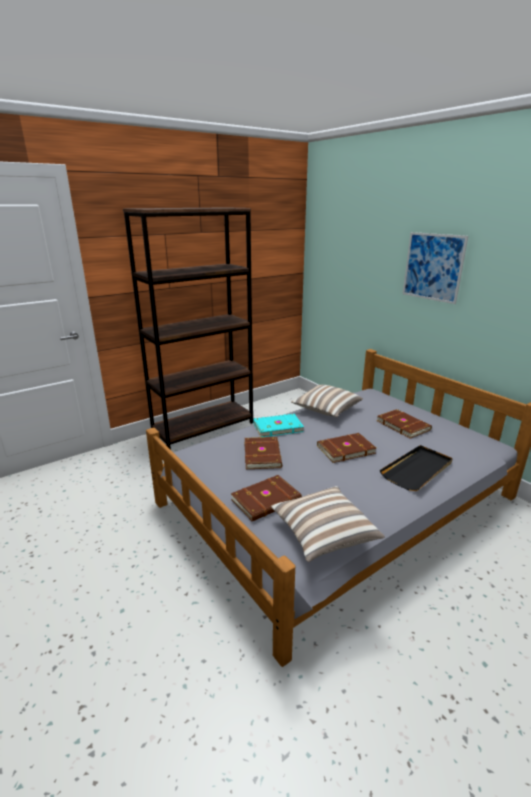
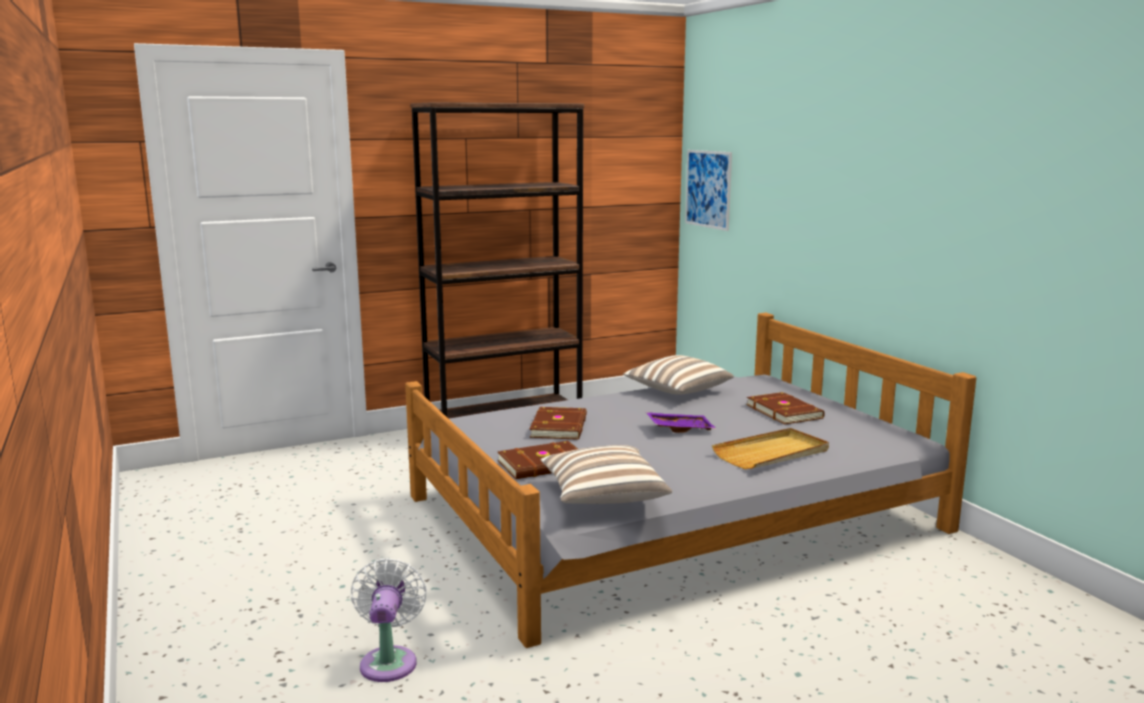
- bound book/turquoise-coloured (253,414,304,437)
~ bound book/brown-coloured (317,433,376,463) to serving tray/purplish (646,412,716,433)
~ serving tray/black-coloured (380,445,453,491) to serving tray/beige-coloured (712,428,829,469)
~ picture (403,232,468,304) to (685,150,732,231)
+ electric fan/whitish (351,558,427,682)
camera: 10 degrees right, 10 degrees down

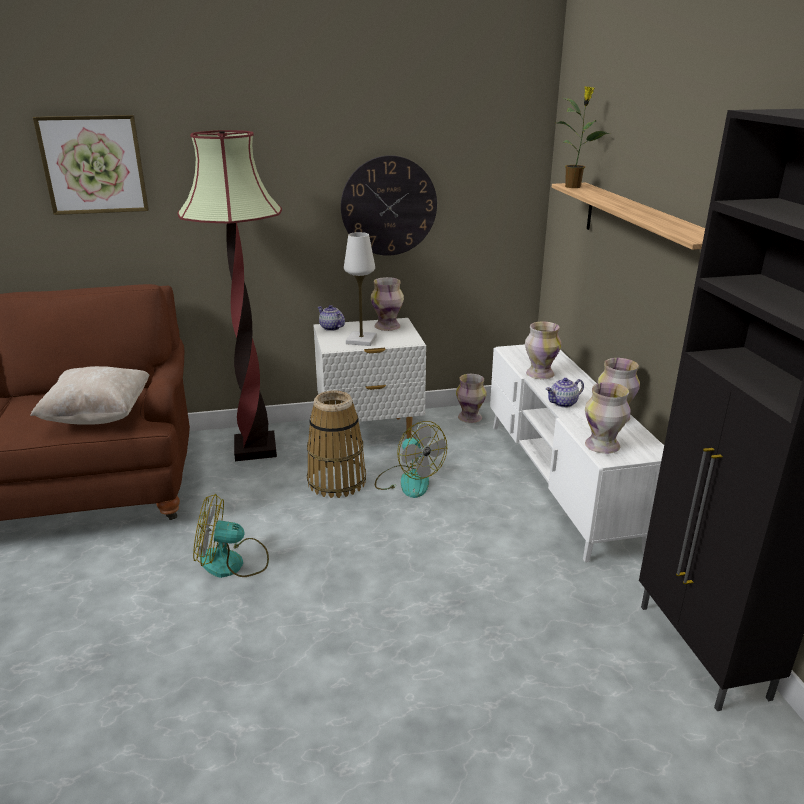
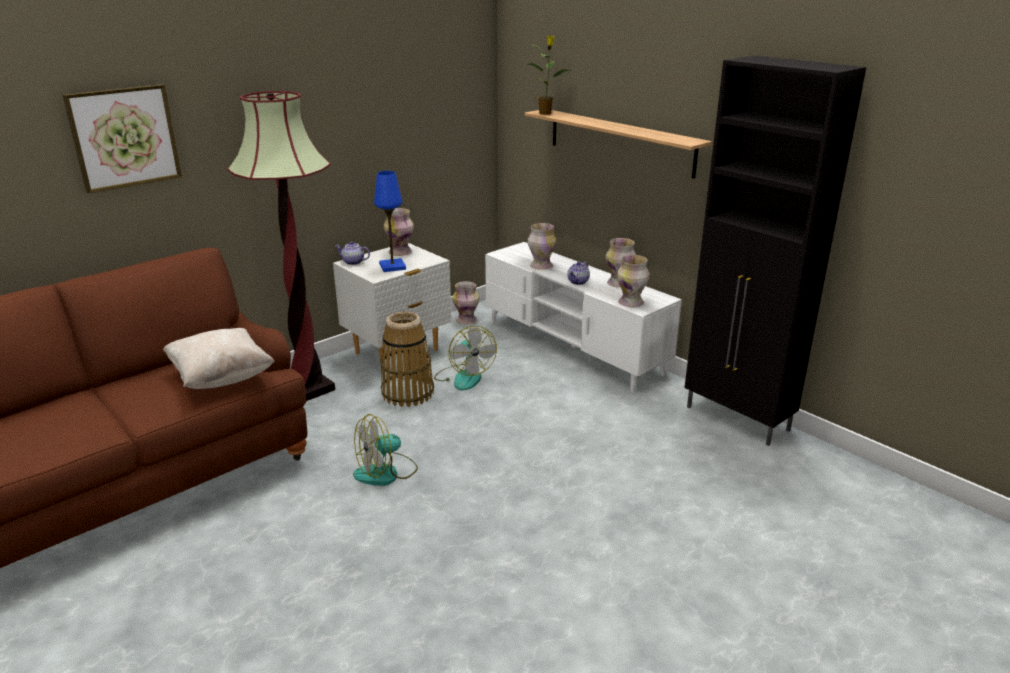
- clock on the wall (341,155,437,256)
~ table lamp/whitish (344,232,377,346) to table lamp/bluish (374,171,406,272)
~ electric fan (375,421,447,498) = (434,326,497,391) 45 degrees clockwise
camera: 30 degrees left, 0 degrees up

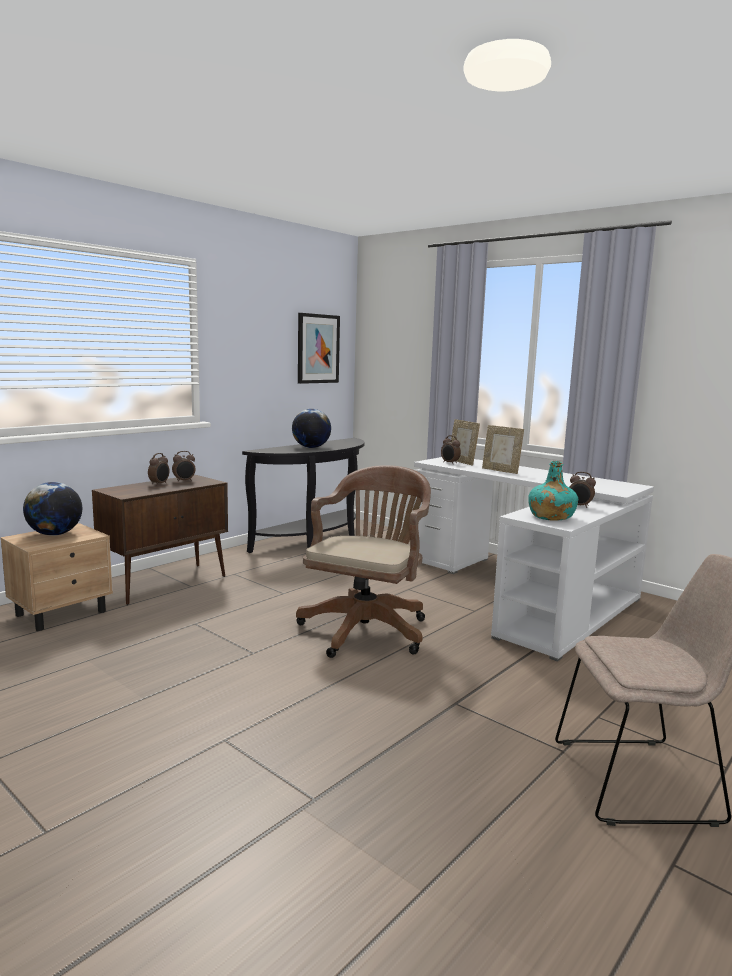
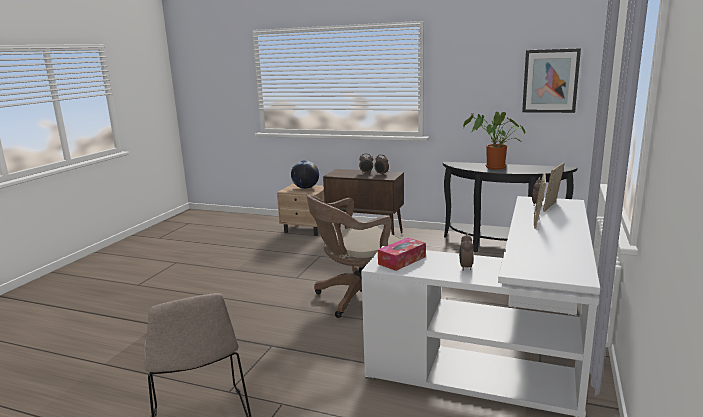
~ desk globe (292,409,331,448) to plant in a pot (463,112,525,170)
~ office chair/brown-coloured (296,465,431,658) = (306,194,402,318) 150 degrees clockwise
~ drink bottle/turquoise-coloured (528,461,578,521) to box of tissues (378,238,426,271)
camera: 70 degrees right, 5 degrees up

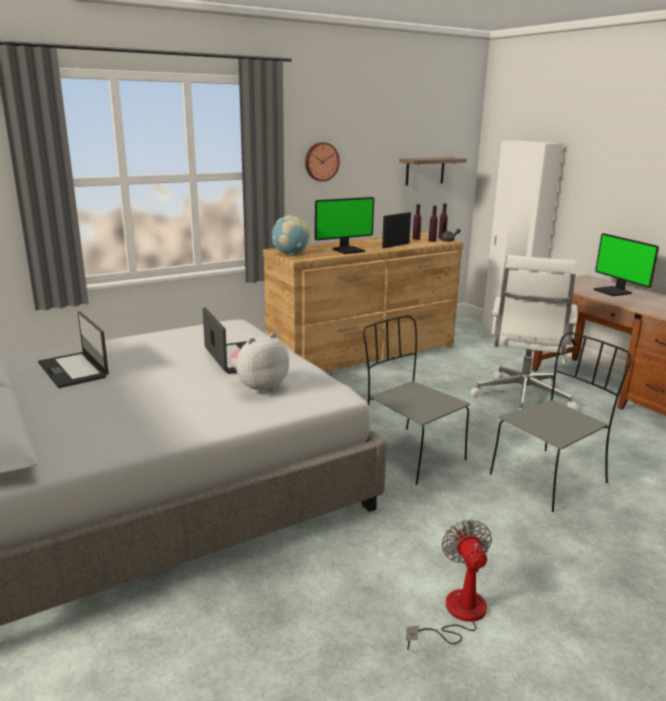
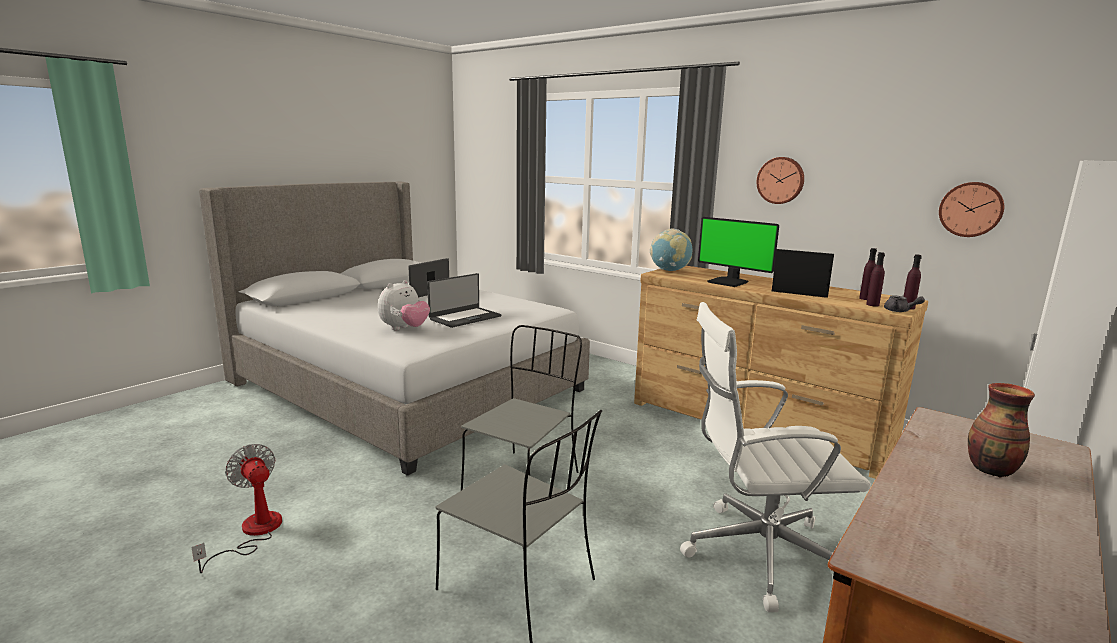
~ soft toy (230,333,289,394) = (378,280,430,330) 90 degrees clockwise
~ shelf (399,157,467,186) to clock on the wall (939,182,1004,237)
~ electric fan (406,519,492,650) = (191,444,282,573) 105 degrees counterclockwise
~ monitor (593,233,659,296) to decorative vase (968,383,1035,478)
camera: 70 degrees right, 5 degrees down

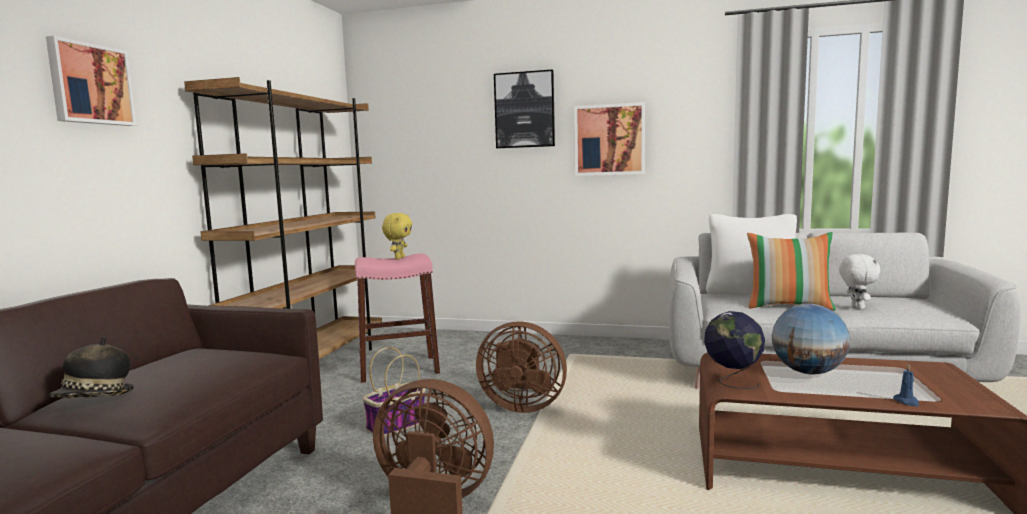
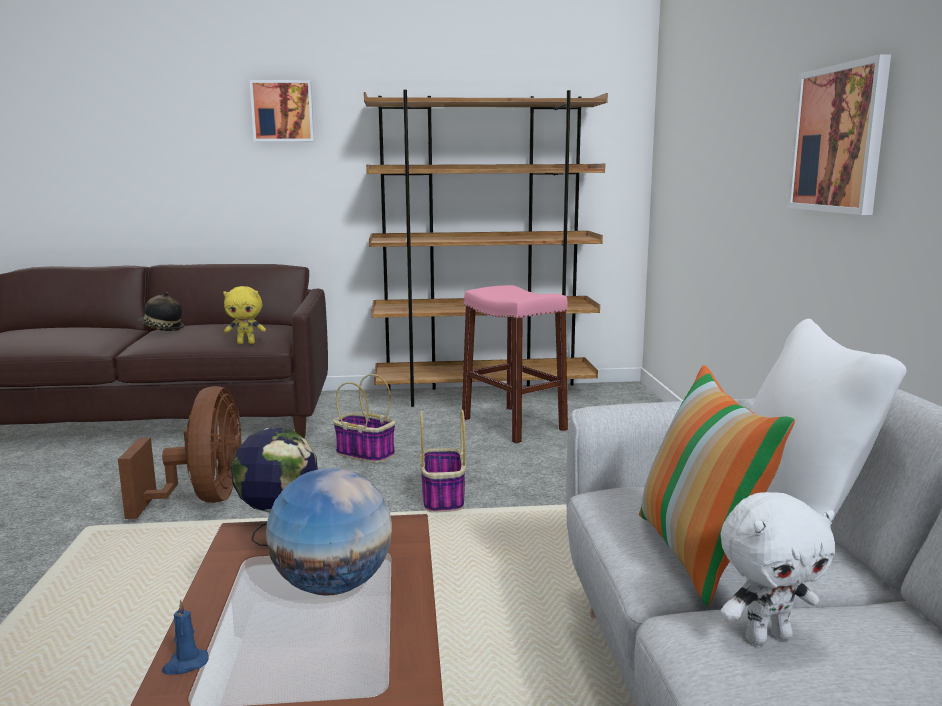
~ soft toy/yellow (382,213,412,259) to (223,286,266,344)
~ electric fan/brown-coloured (476,321,567,413) to household basket (420,410,466,513)
- picture (494,70,555,148)
camera: 70 degrees right, 5 degrees up

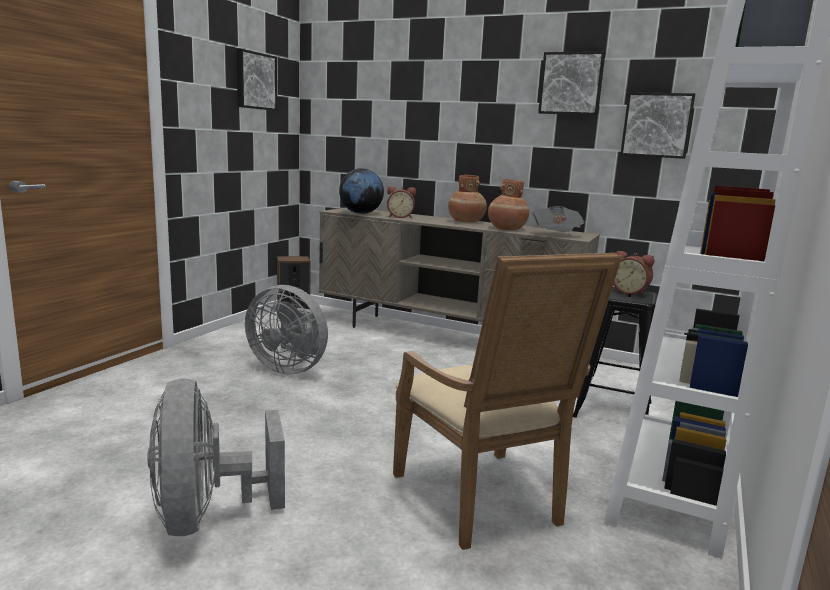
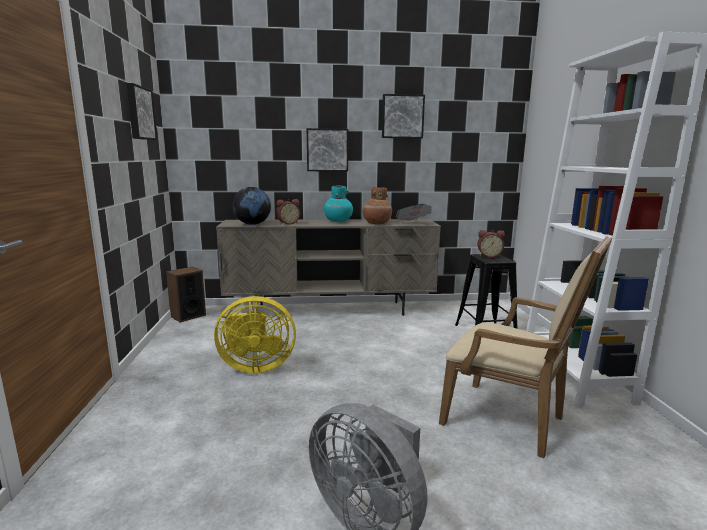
~ electric fan/grey (245,285,328,375) to electric fan/yellow (214,296,296,373)
~ decorative vase/brown-coloured (448,175,487,222) to decorative vase/turquoise-coloured (324,186,353,222)
~ picture (620,92,695,159) to (307,128,348,172)
camera: 30 degrees left, 0 degrees up

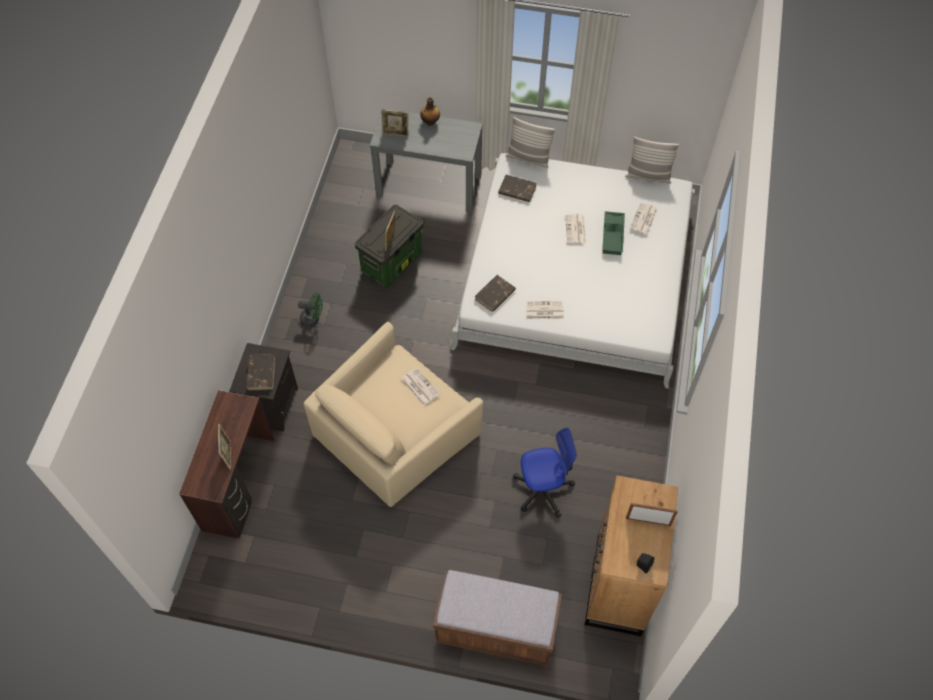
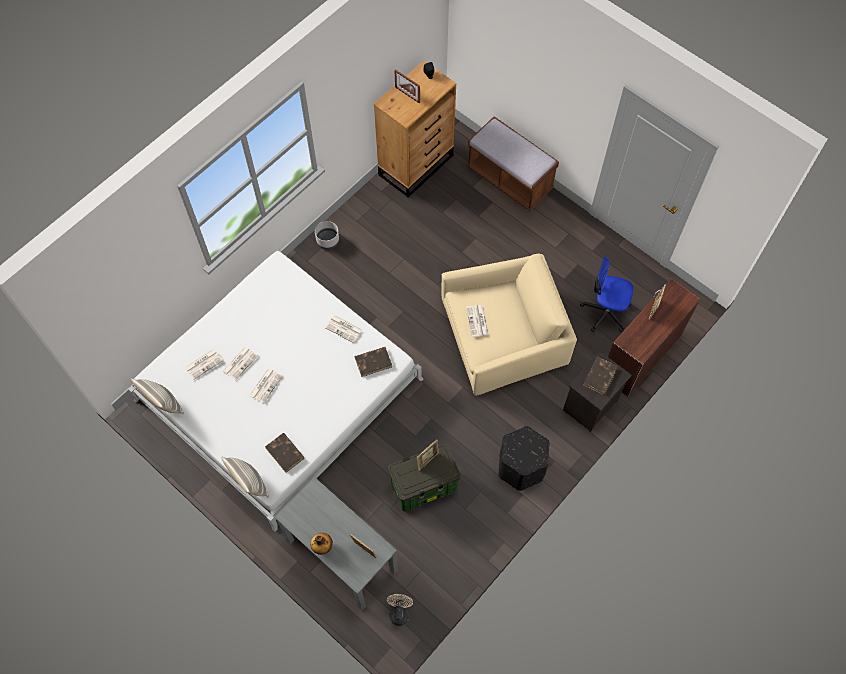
~ electric fan/greenish (298,293,323,326) to pouffe/black-coloured (499,426,549,491)
~ office chair (513,428,577,518) to (580,256,633,333)
~ serving tray/greenish (602,211,625,255) to daily paper (223,347,258,381)
+ planter/grey (315,221,339,250)
+ electric fan/beige-coloured (387,594,413,626)
camera: 150 degrees left, 5 degrees up

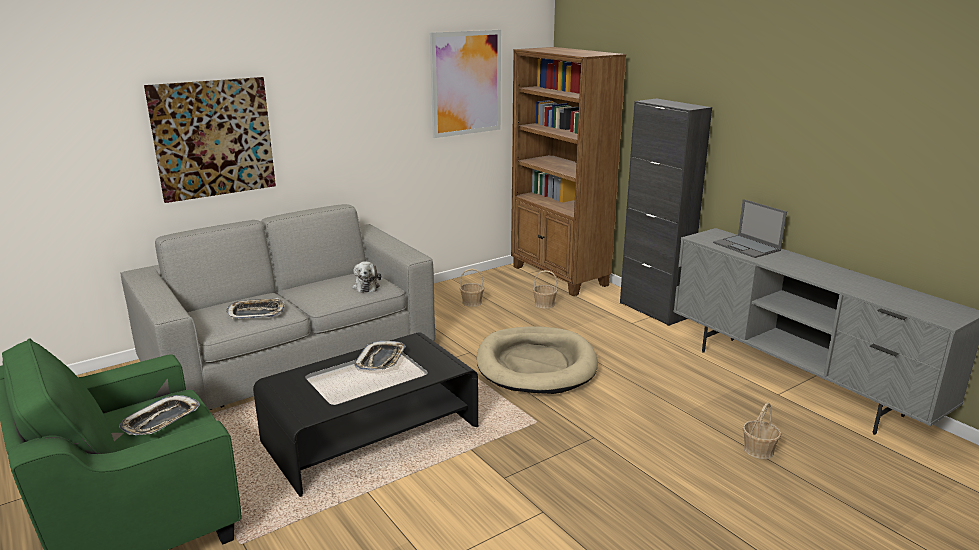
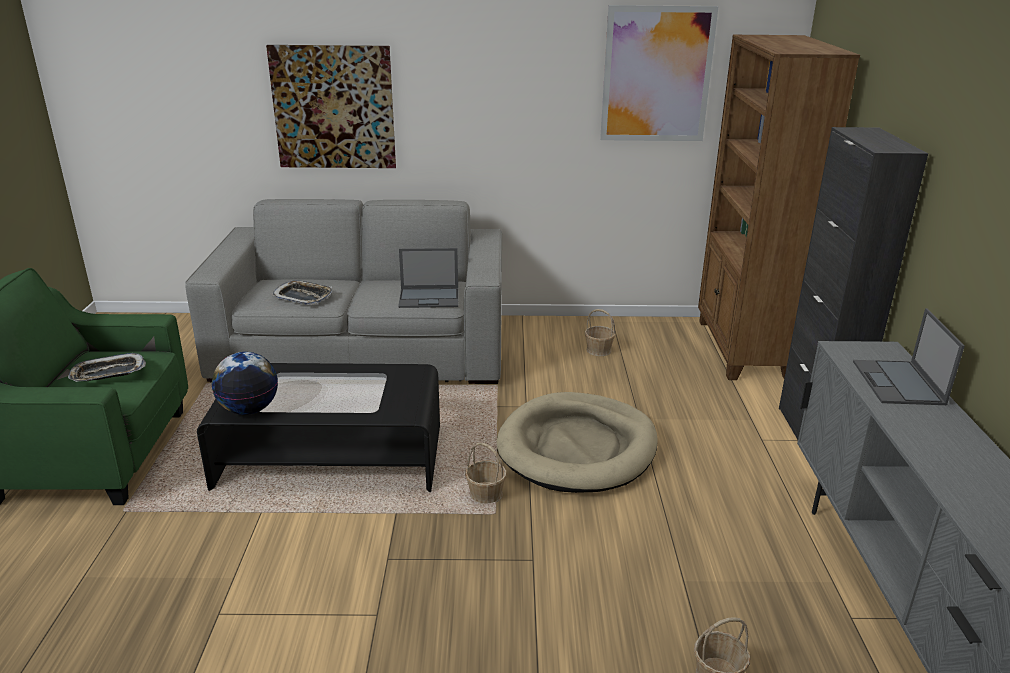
~ soft toy (352,261,381,293) to notebook computer (398,248,458,308)
- serving tray (355,341,406,371)
~ household basket (533,270,558,309) to (465,443,507,504)
+ desk globe (212,352,278,415)
camera: 35 degrees right, 5 degrees up

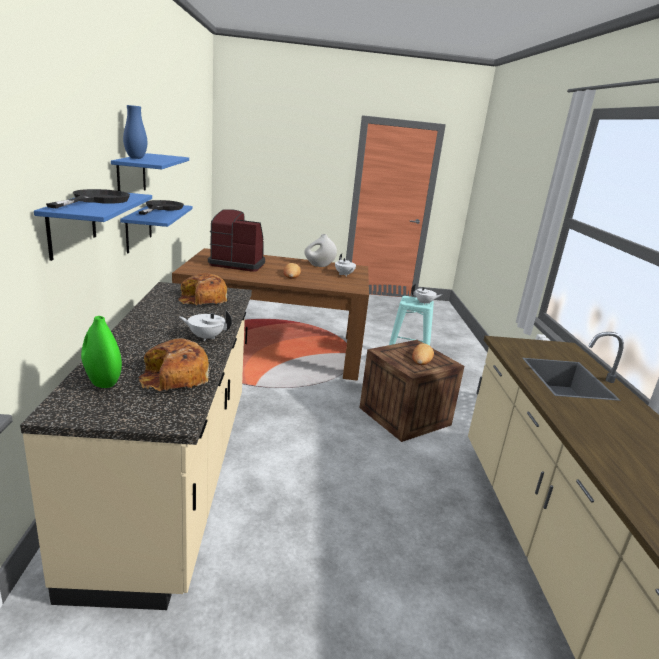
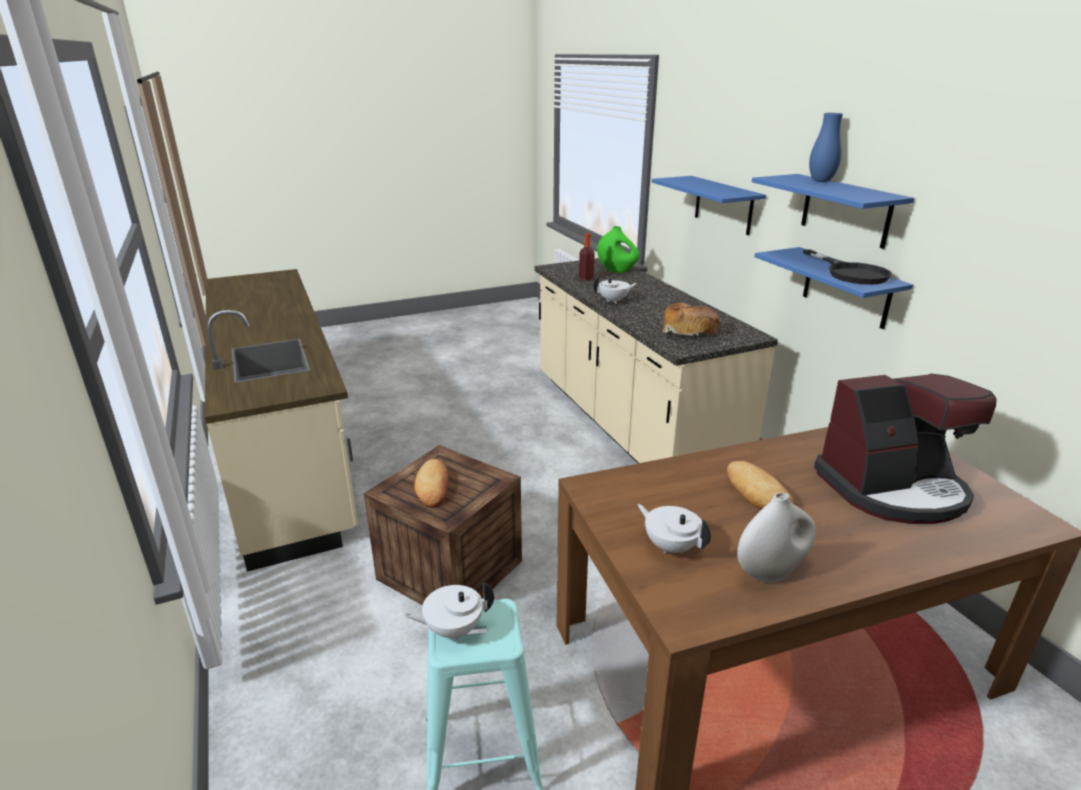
- pan/black-coloured (46,189,130,208)
~ bakery bread (138,338,209,391) to drink bottle (579,233,595,281)
camera: 160 degrees right, 5 degrees up

